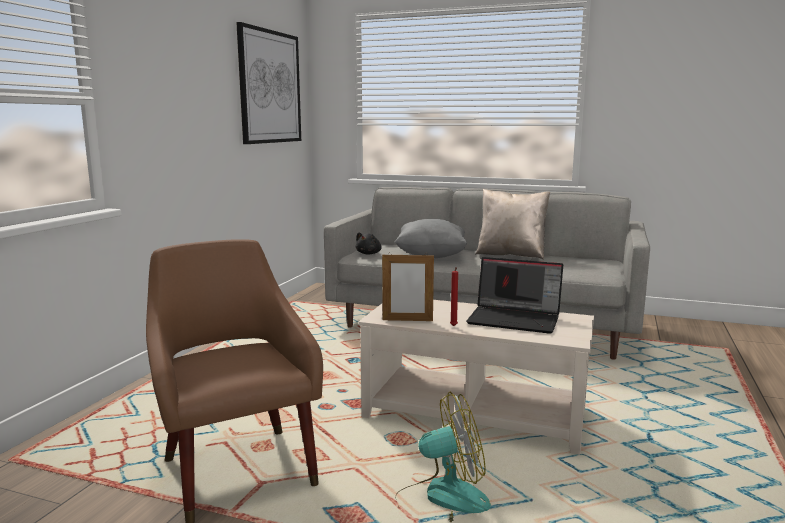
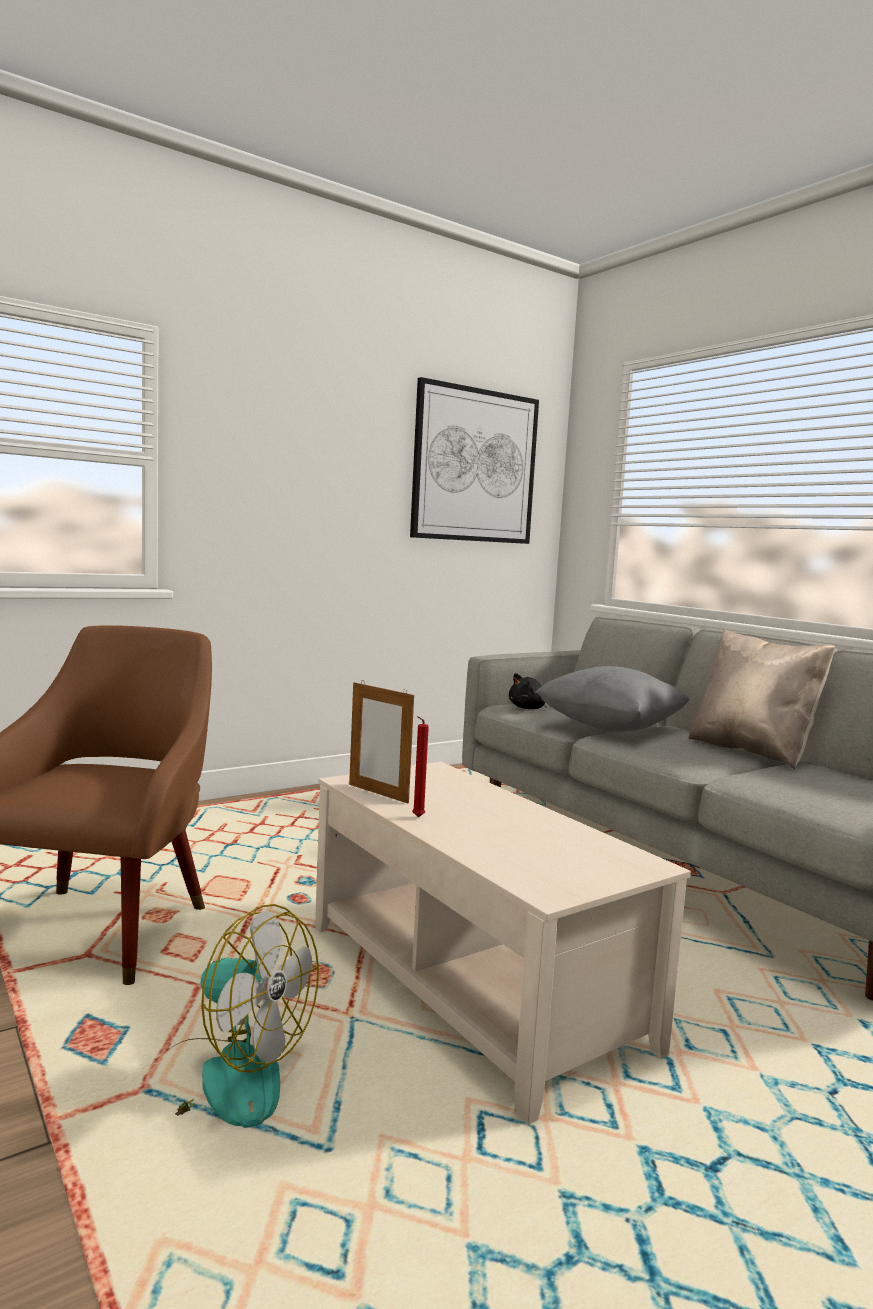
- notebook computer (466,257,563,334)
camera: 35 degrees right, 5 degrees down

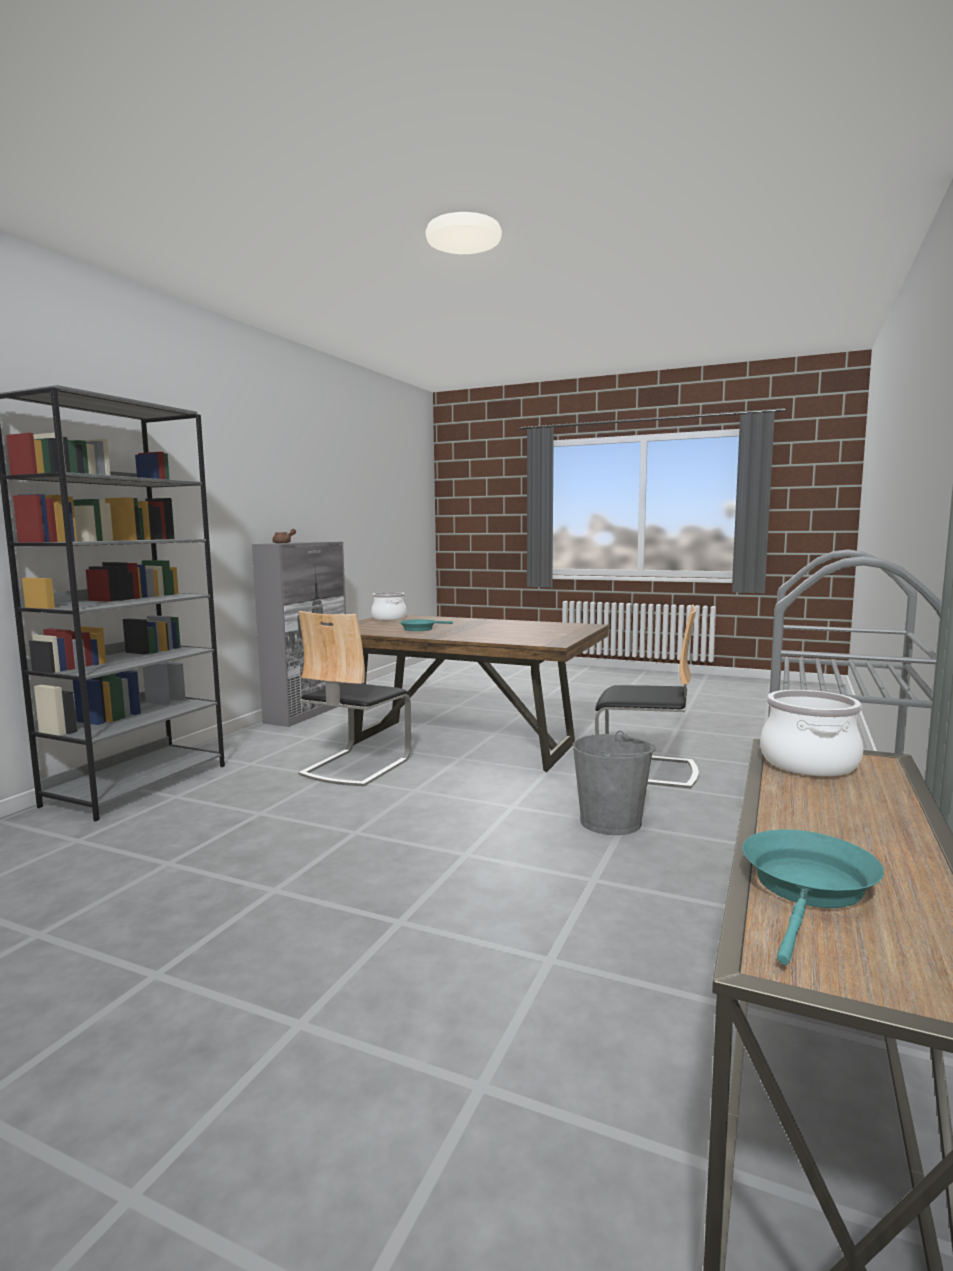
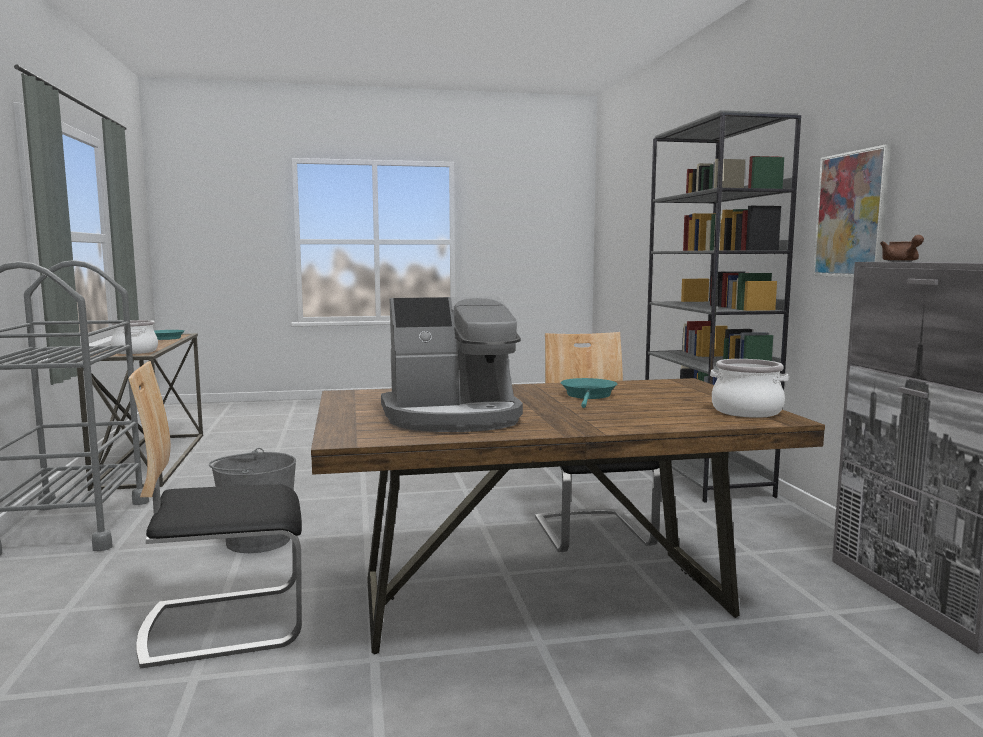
+ coffee maker (381,296,523,432)
+ picture (813,144,891,277)
camera: 145 degrees right, 0 degrees up

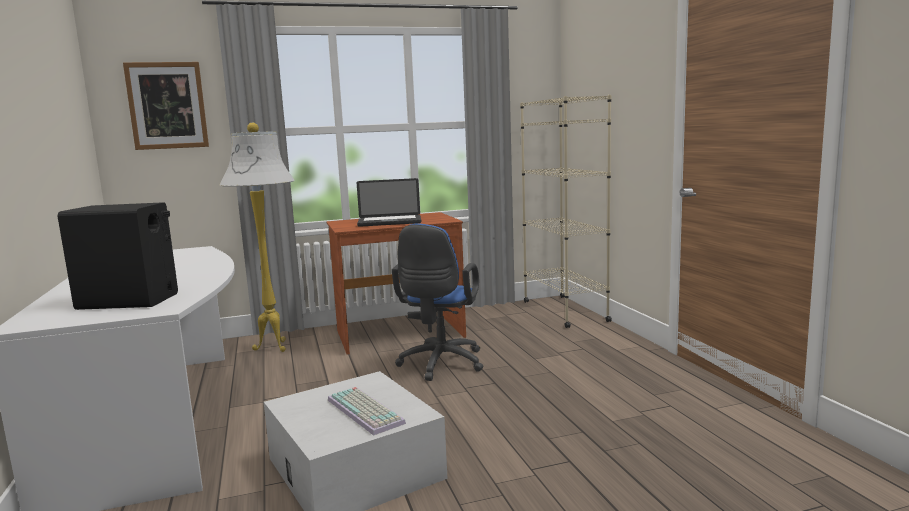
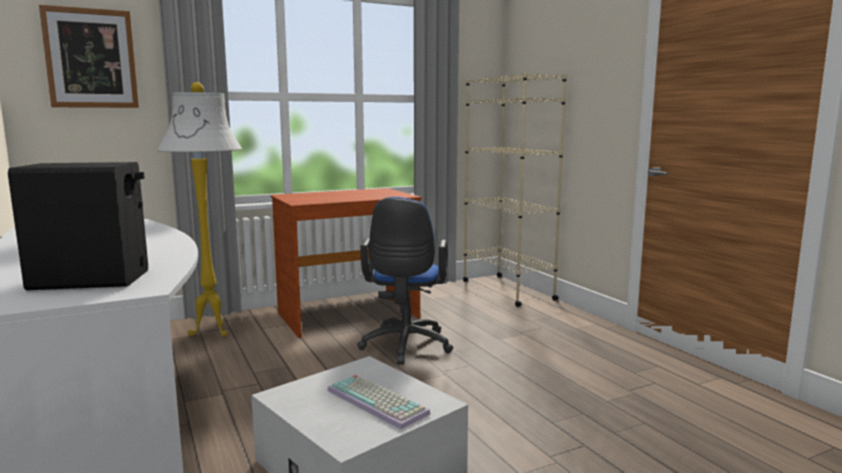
- notebook computer (357,178,421,227)
camera: 10 degrees left, 0 degrees up

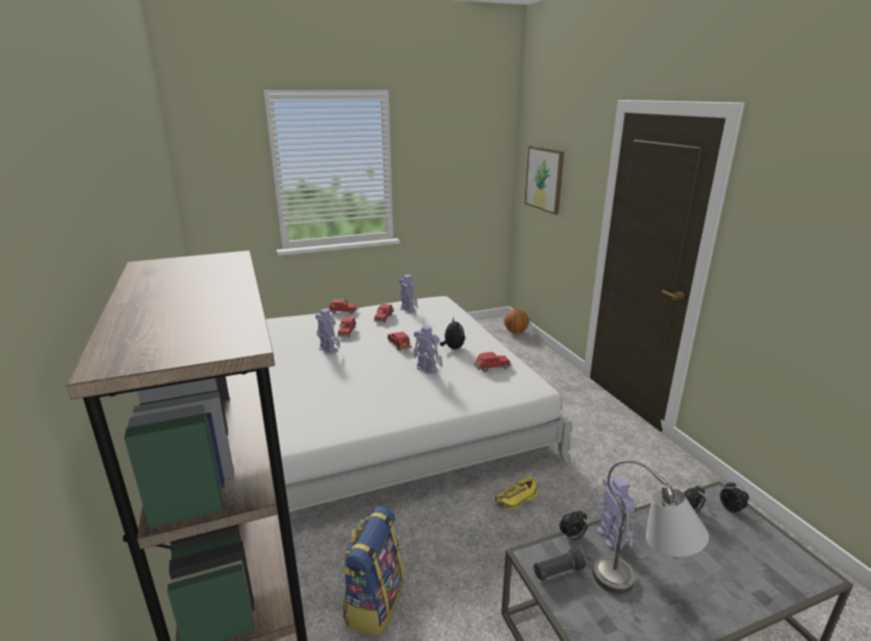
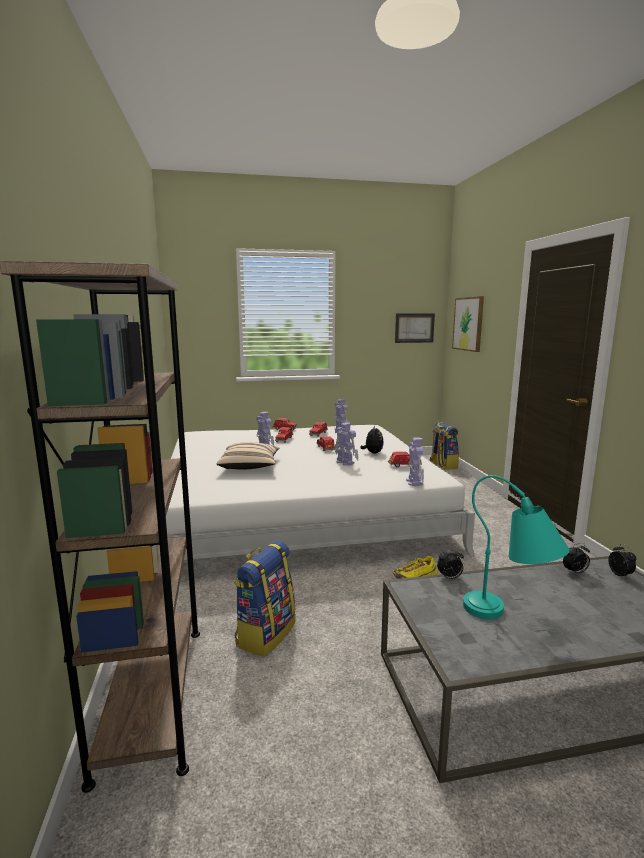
~ basketball ball (504,309,529,334) to knapsack (430,422,459,470)
- torch/black-coloured (533,547,586,581)
~ table lamp/grey (593,460,709,594) to table lamp/turquoise-coloured (463,475,570,619)
~ model robot (597,477,635,550) to (406,438,424,486)
+ pillow/beige-coloured (217,442,280,470)
+ picture (395,313,435,343)
camera: 10 degrees right, 10 degrees down

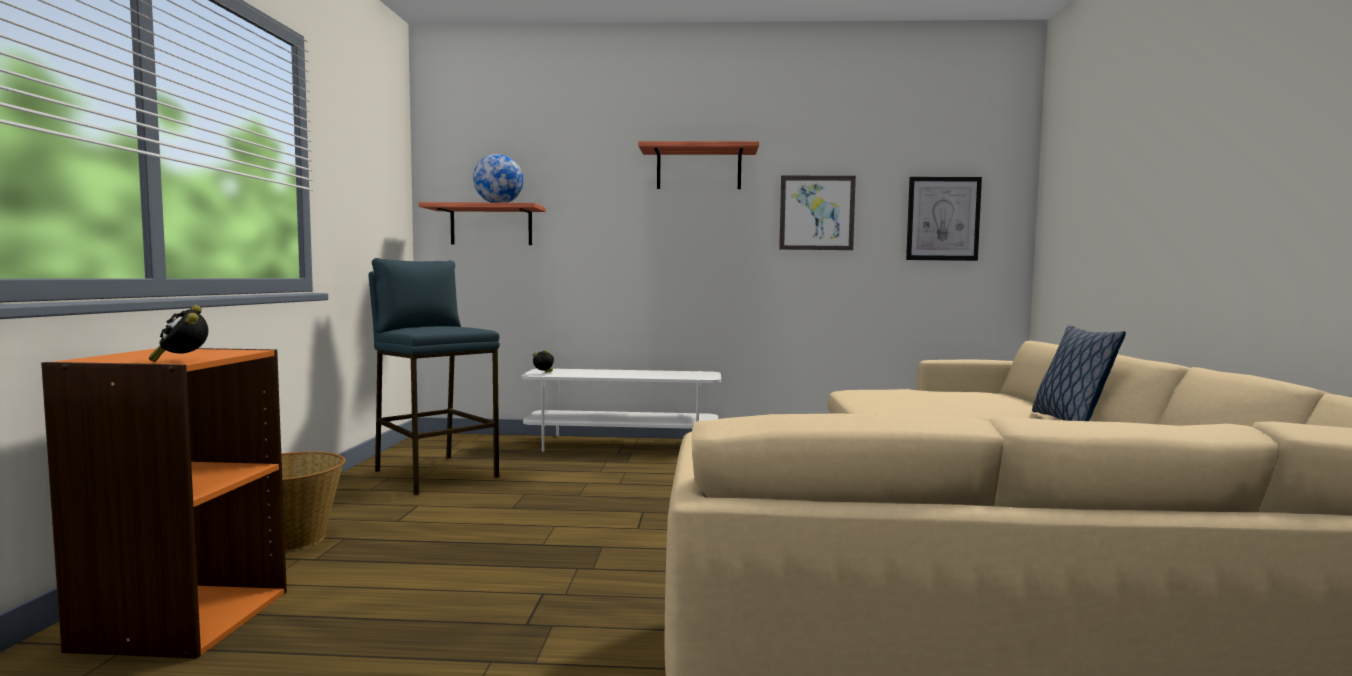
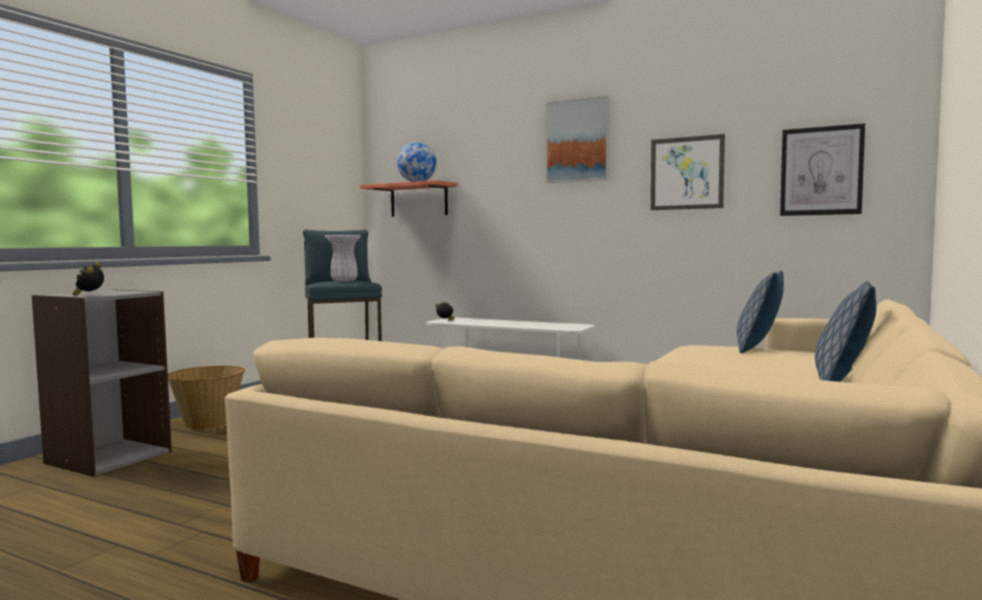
~ bookcase/orange (41,348,287,658) to bookcase/grey (32,290,172,477)
~ shelf (638,141,759,189) to picture (546,95,610,183)
+ decorative vase/whitish (325,235,361,282)
+ pillow (737,270,784,353)
camera: 25 degrees right, 0 degrees up

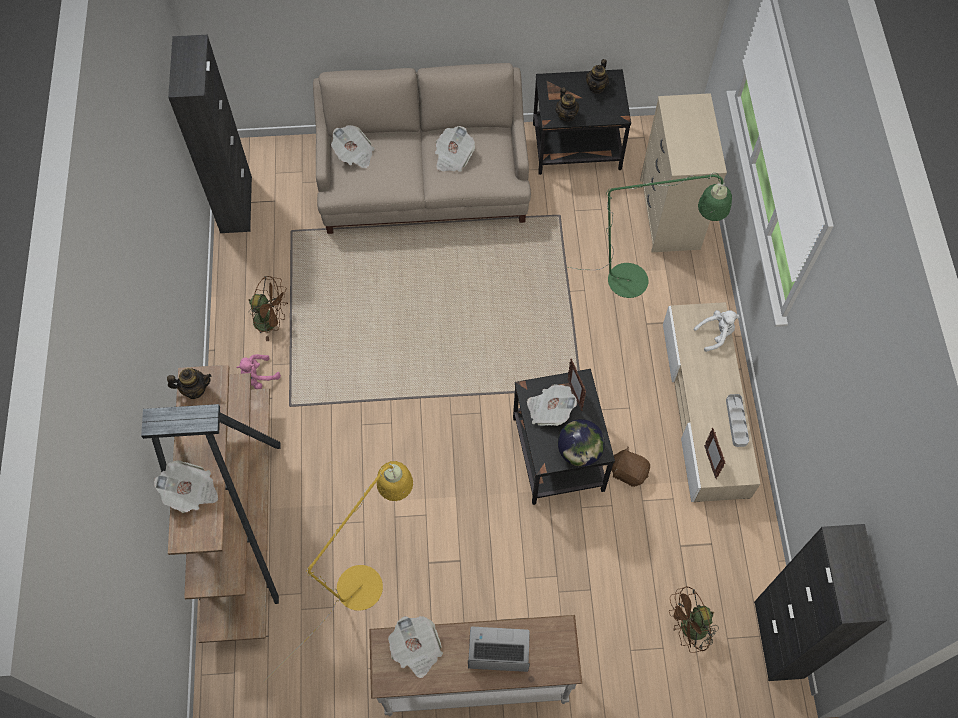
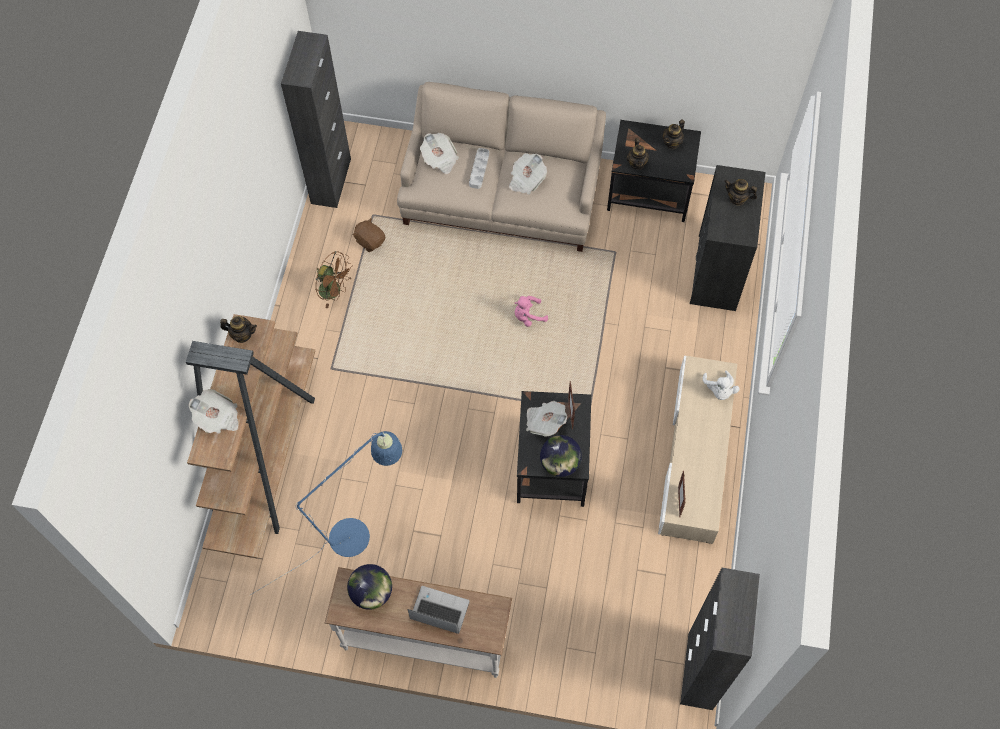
~ soft toy/pink-coloured (236,354,281,389) to (515,296,548,327)
~ floor lamp/yellow (264,461,413,682) to floor lamp/bluish (249,431,402,596)
~ daily paper (388,616,443,678) to desk globe (347,564,392,610)
- floor lamp/greenish (569,172,732,298)
~ soft toy/brown-coloured (612,447,650,487) to (352,218,385,252)
~ dresser/beige-coloured (640,93,727,252) to dresser/black-coloured (690,165,765,311)
- electric fan/brown-coloured (669,586,719,653)
~ soft toy/whitish (694,310,740,352) = (703,370,740,400) 90 degrees clockwise
~ serving tray/grey (726,394,749,447) to (469,148,489,189)
+ tea pot (724,179,757,206)
camera: 15 degrees right, 0 degrees up

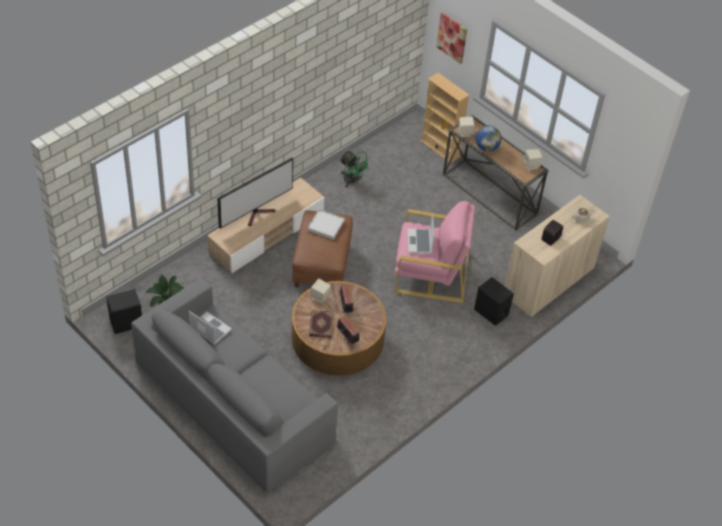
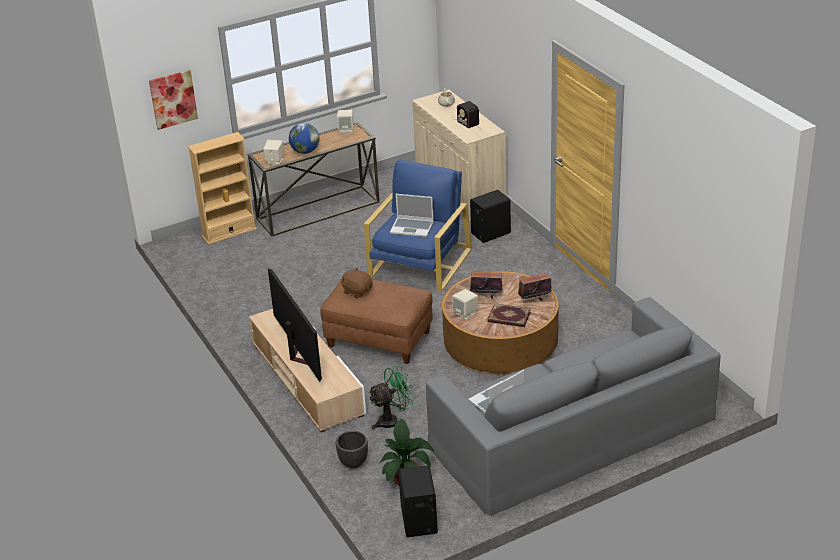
~ serving tray/whitish (307,209,345,240) to soft toy/brown-coloured (341,267,373,298)
~ electric fan/greenish (340,151,372,188) to (368,366,415,430)
~ armchair/pink-coloured (394,201,475,303) to armchair/bluish (364,160,472,292)
+ planter/black-coloured (336,431,368,468)
camera: 70 degrees left, 15 degrees down

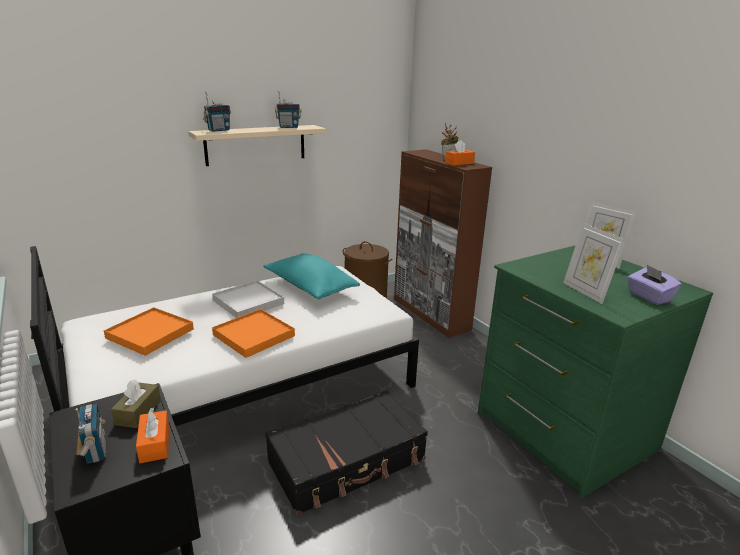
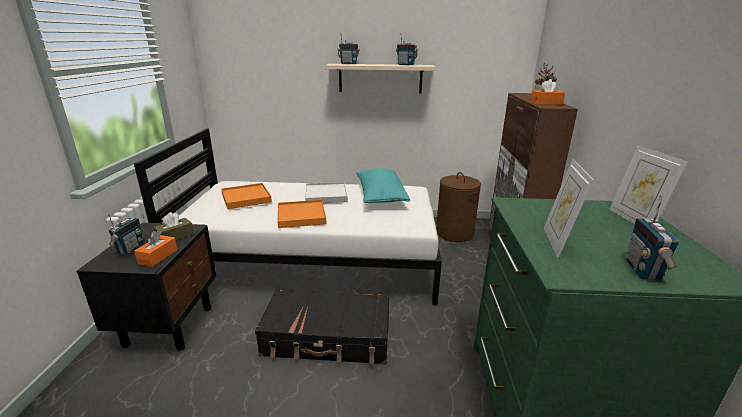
~ box of tissues/purplish (627,265,682,305) to radio set (625,196,679,281)
camera: 35 degrees right, 0 degrees up

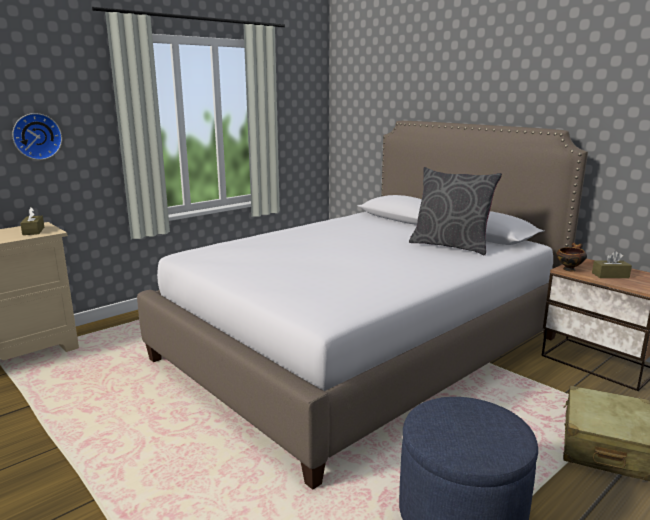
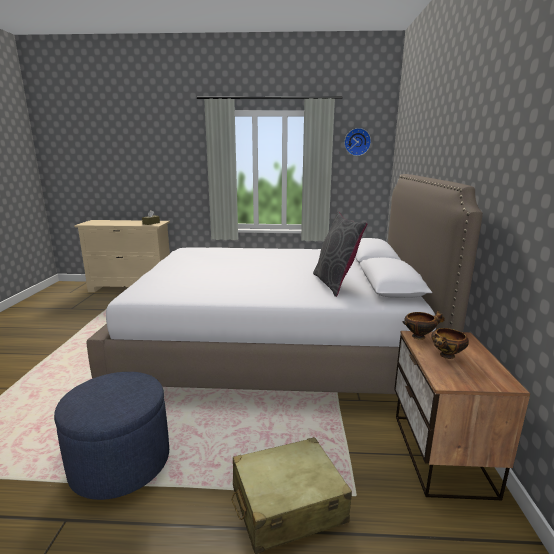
~ clock on the wall (12,113,62,160) to (344,128,371,156)
~ box of tissues/brown-coloured (592,251,632,278) to bowl (431,328,469,359)
camera: 45 degrees right, 0 degrees up

